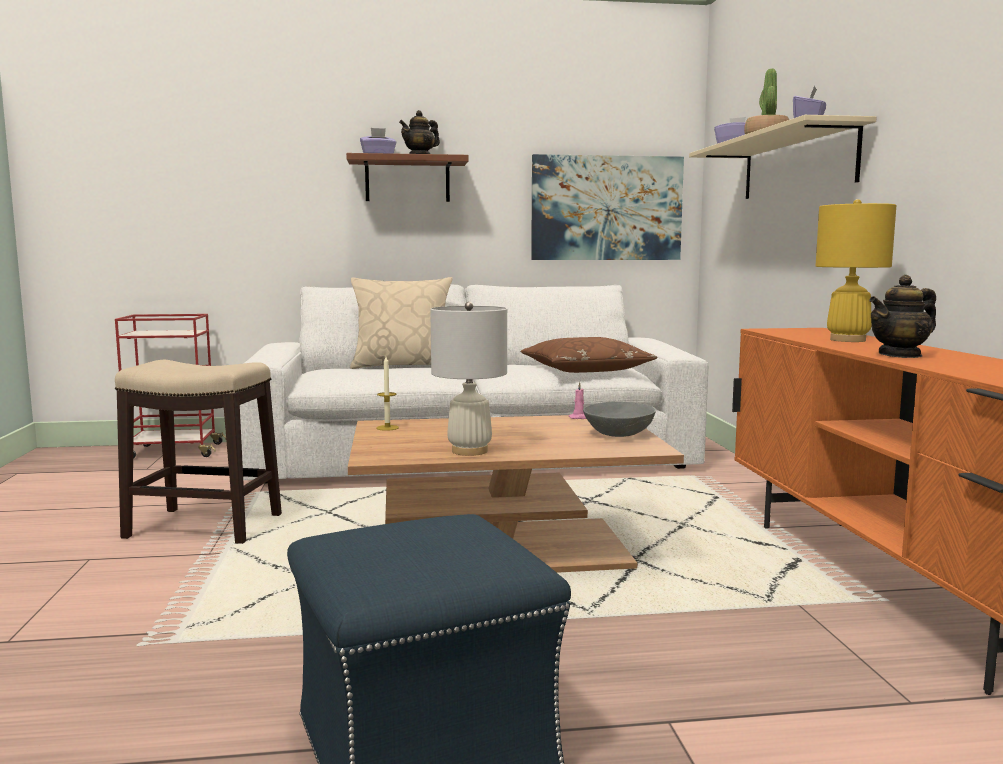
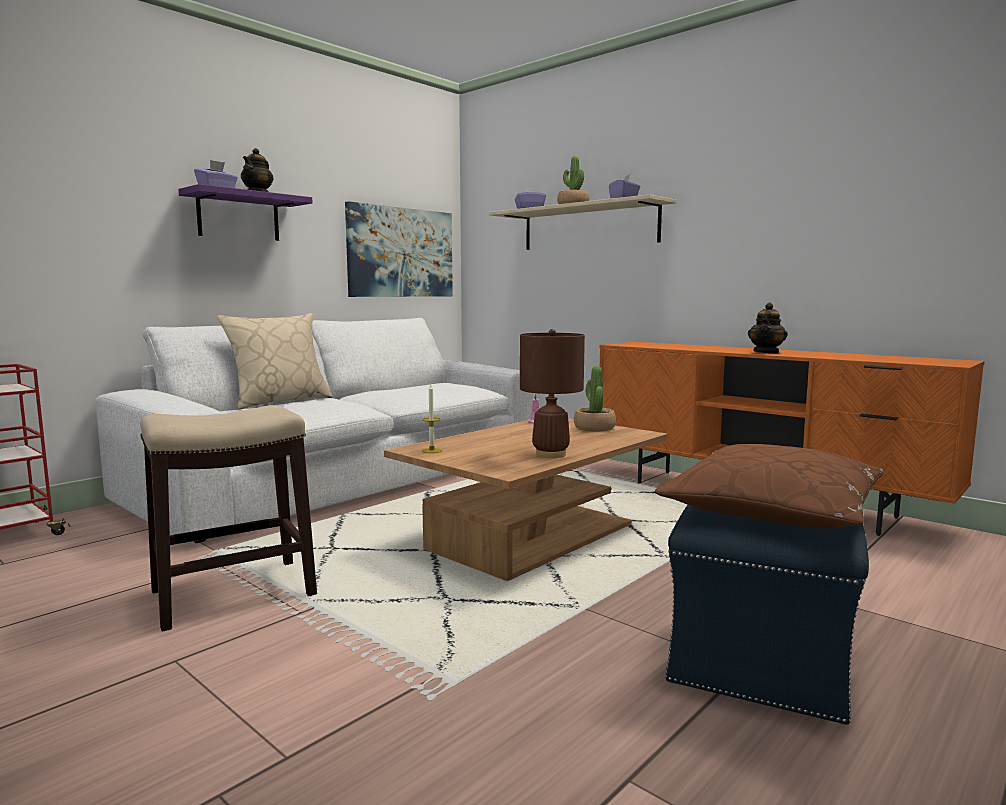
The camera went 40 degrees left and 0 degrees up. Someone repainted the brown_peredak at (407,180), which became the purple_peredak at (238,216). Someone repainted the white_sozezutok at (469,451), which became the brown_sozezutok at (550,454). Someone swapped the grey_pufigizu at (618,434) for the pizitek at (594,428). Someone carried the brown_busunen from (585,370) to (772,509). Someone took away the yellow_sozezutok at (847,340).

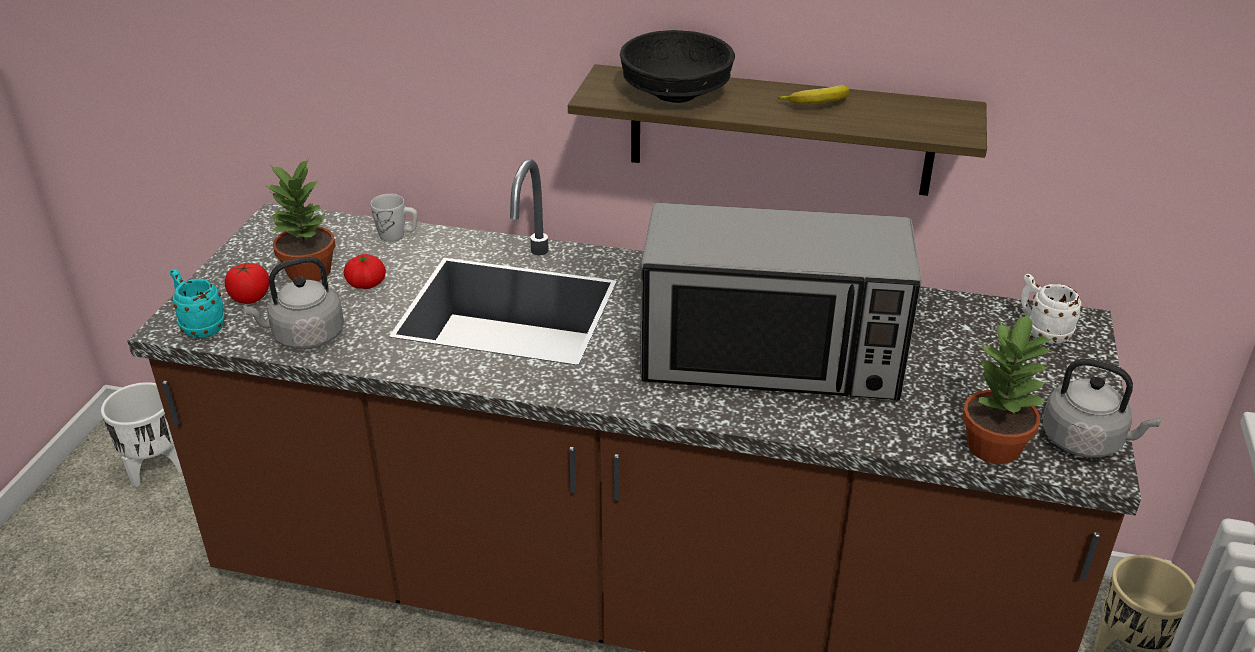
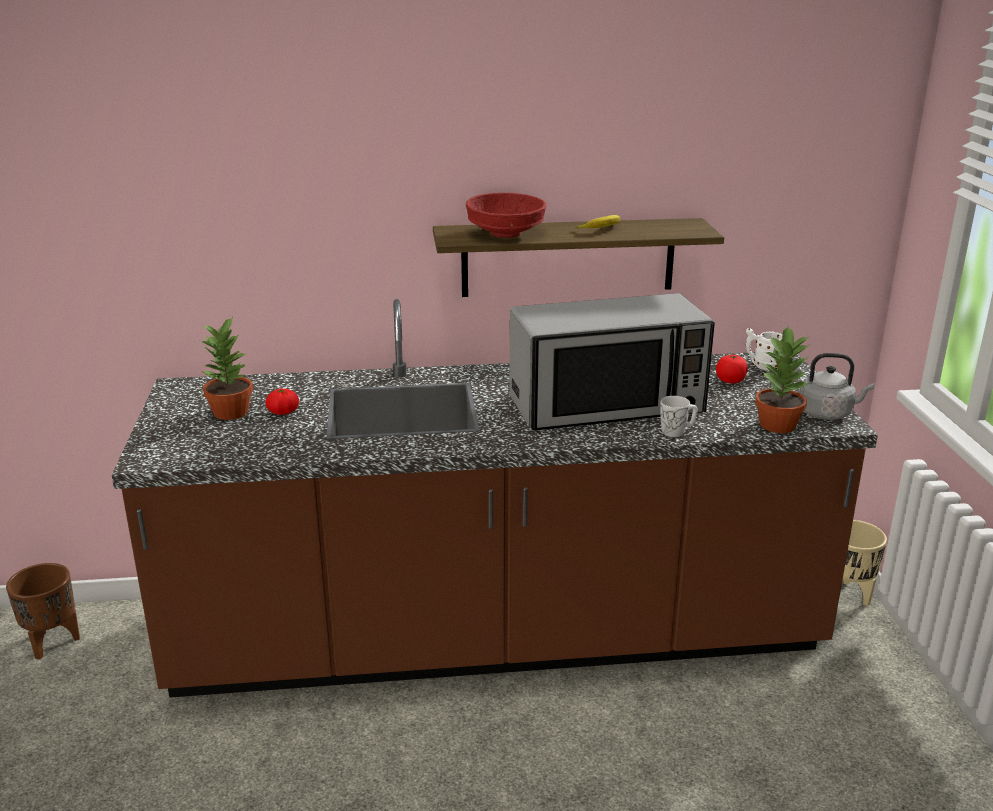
The camera went 20 degrees left and 10 degrees down. Someone repainted the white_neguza at (157,468), which became the brown_neguza at (52,642). Someone repainted the black_pufigizu at (674,93), which became the red_pufigizu at (504,233). Someone carried the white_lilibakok from (397,236) to (677,432). Someone carried the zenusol from (250,298) to (730,380). Someone took away the turquoise_lilibakok at (200,326). Someone took away the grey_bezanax at (305,337).

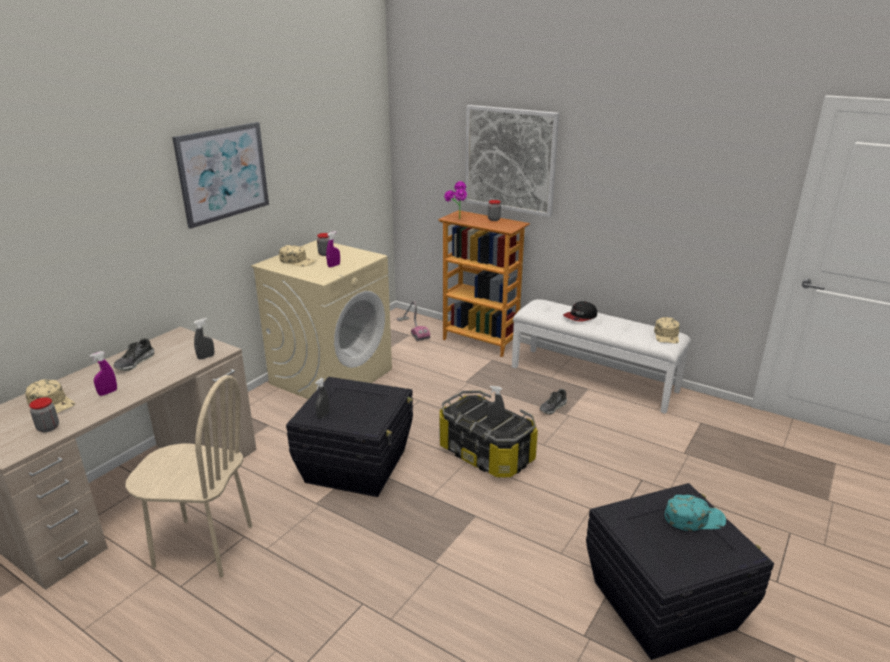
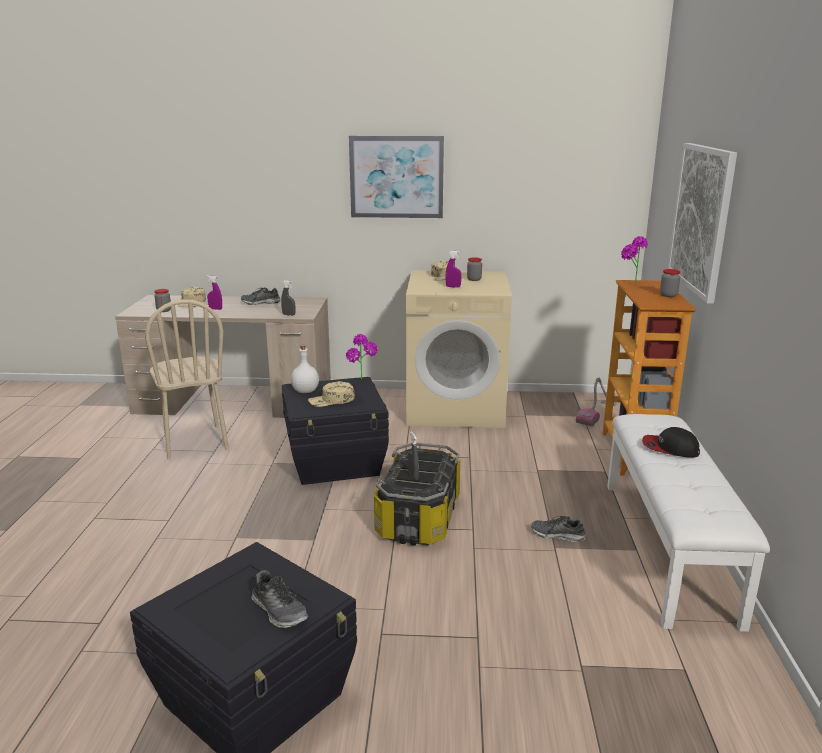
The camera went 60 degrees right and 5 degrees down. Someone swapped the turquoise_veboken at (694,518) for the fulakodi at (279,610). Someone swapped the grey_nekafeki at (323,415) for the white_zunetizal at (305,391). Someone carried the beige_veboken from (667,335) to (331,400). Someone put down the pizitek at (363,381).

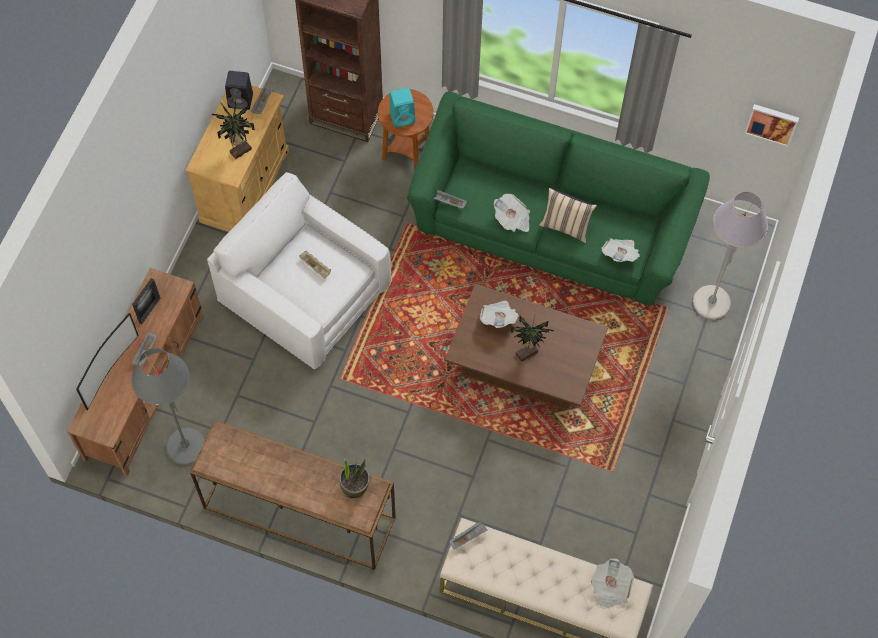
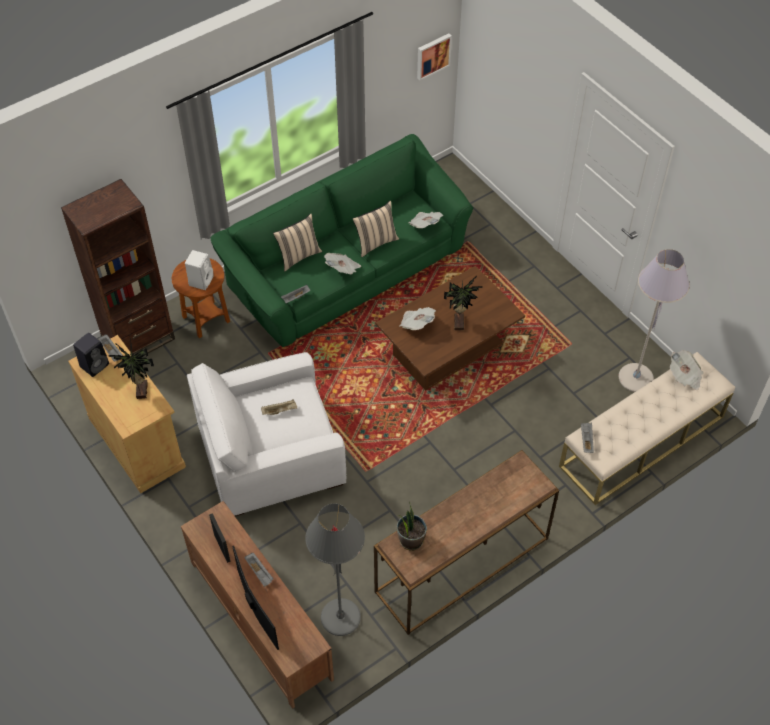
The camera went 55 degrees left and 10 degrees down. Someone repainted the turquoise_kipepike at (403,117), which became the white_kipepike at (201,280). Someone put down the beige_busunen at (298,256). Someone carried the pizitek from (355,487) to (411,540). Someone carried the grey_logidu from (711,302) to (635,378).

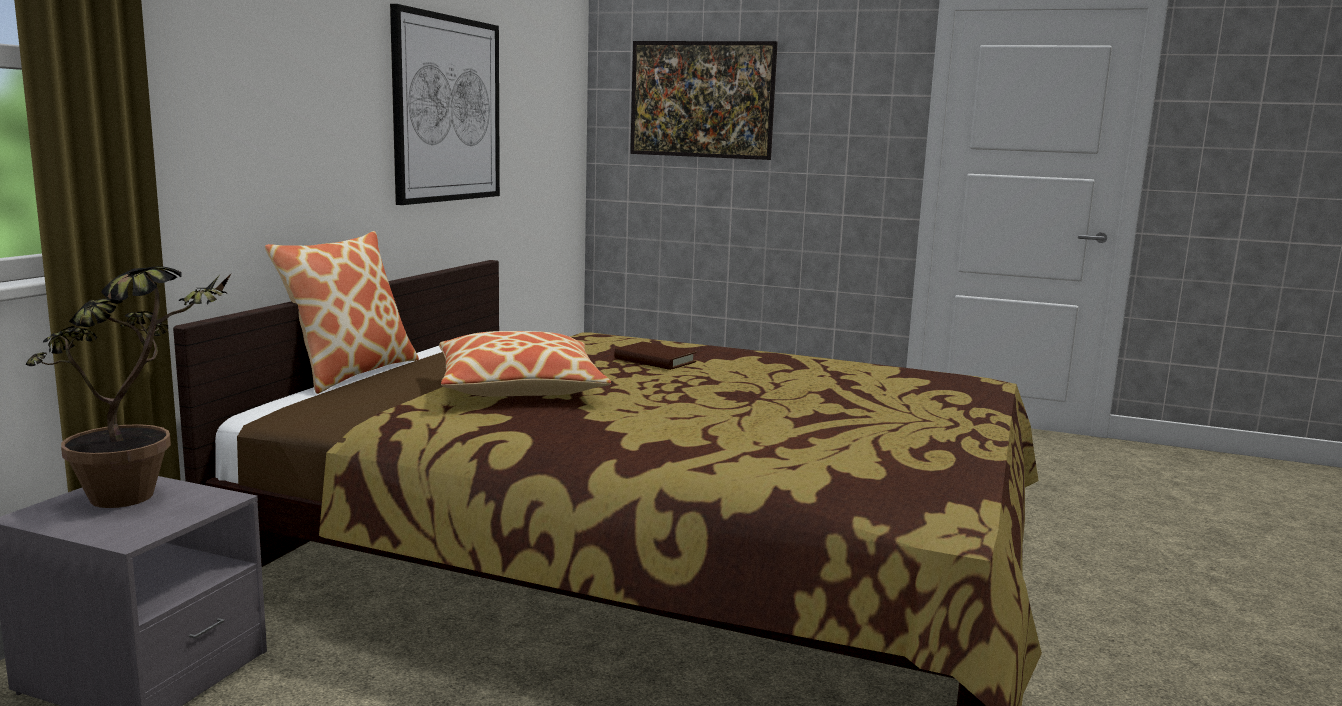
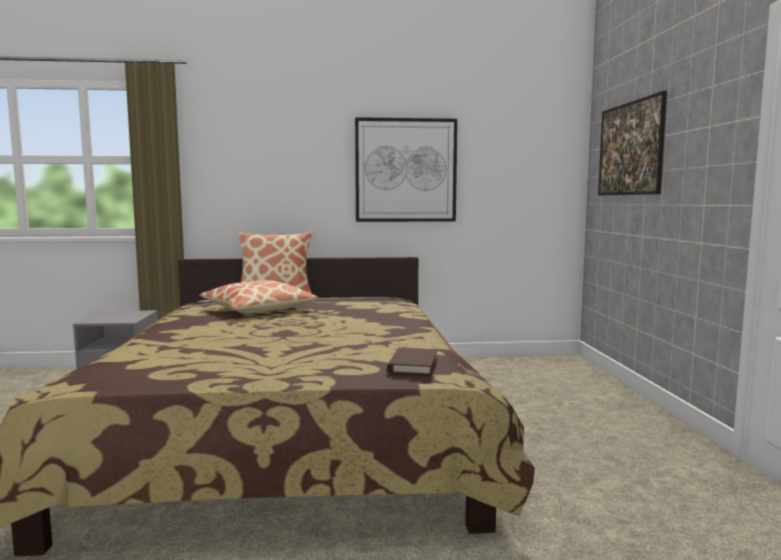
The camera went 65 degrees right and 5 degrees down. Someone carried the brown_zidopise from (655,360) to (413,365). Someone took away the pizitek at (143,498).

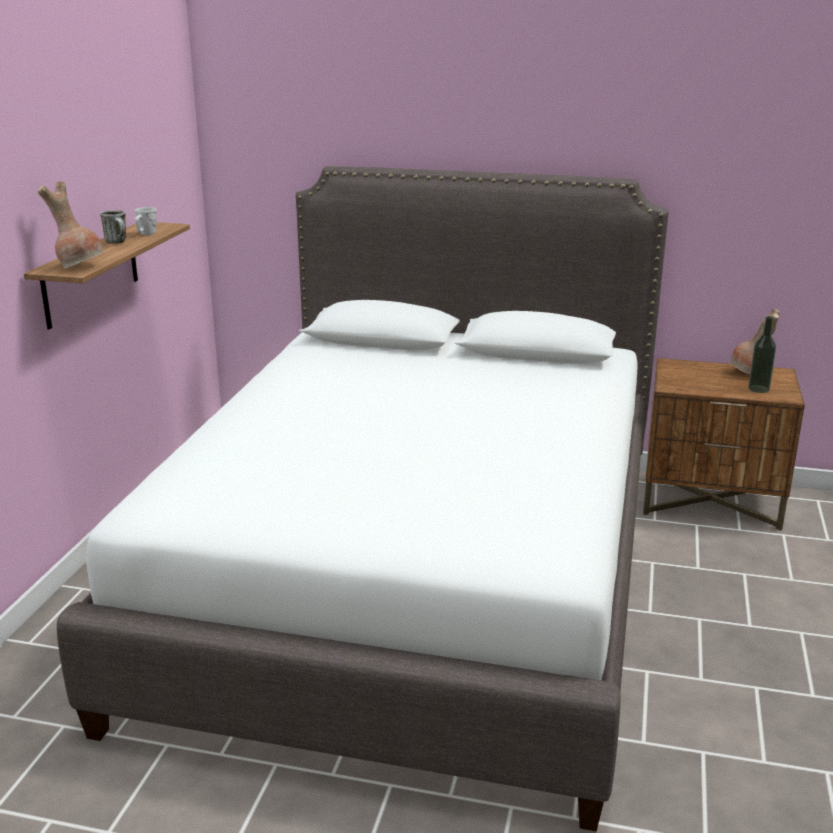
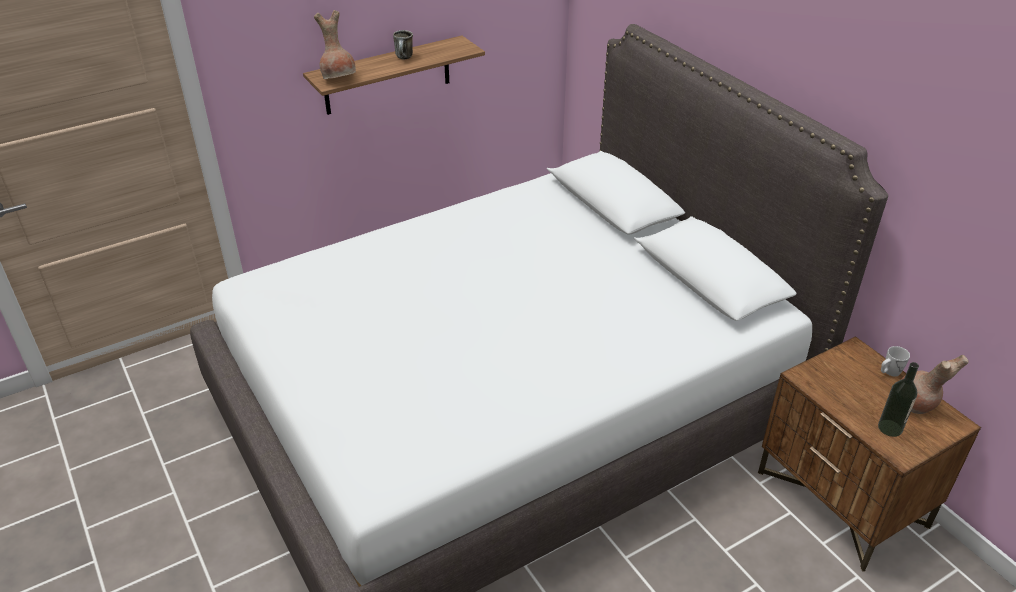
The camera went 45 degrees right and 15 degrees up. Someone carried the white_lilibakok from (146,234) to (889,372).

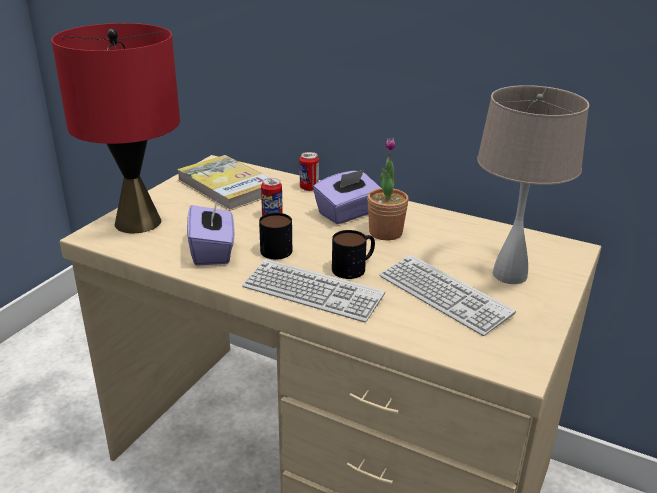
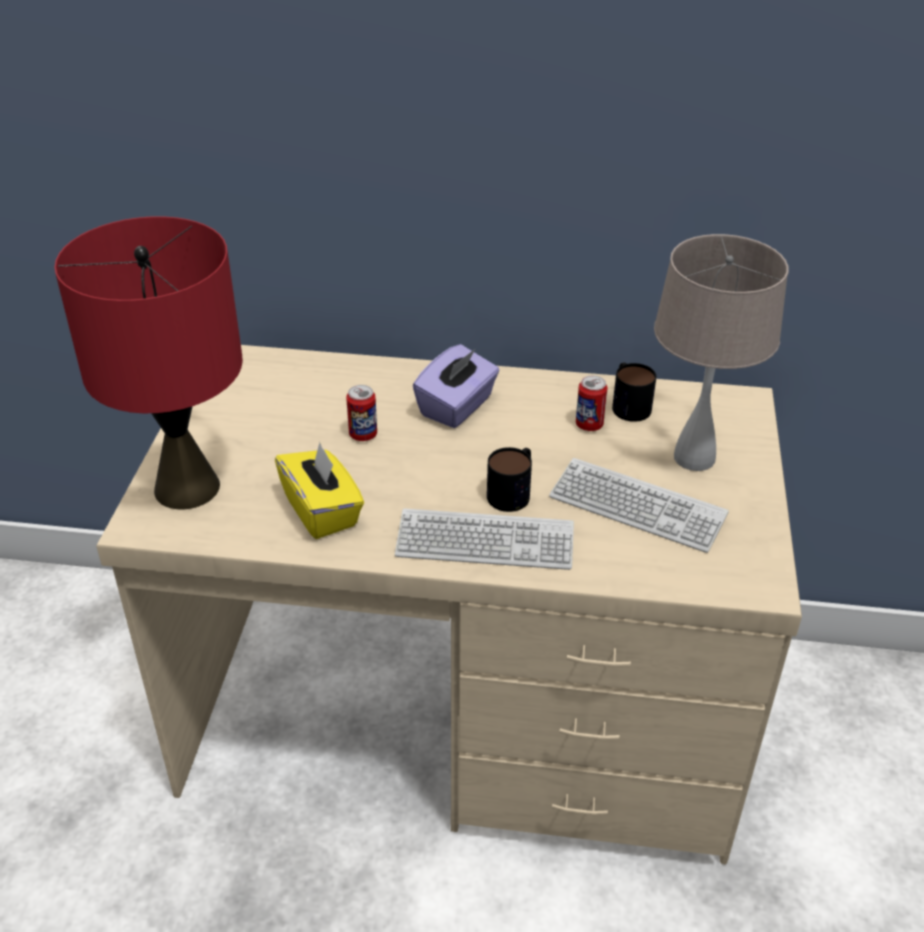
The camera went 20 degrees left and 10 degrees up. Someone repainted the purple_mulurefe at (213,251), which became the yellow_mulurefe at (322,511). Someone carried the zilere from (309,188) to (589,425). Someone carried the lilibakok from (277,247) to (628,404). Someone took away the zidopise at (227,186). Someone took away the pizitek at (385,232).

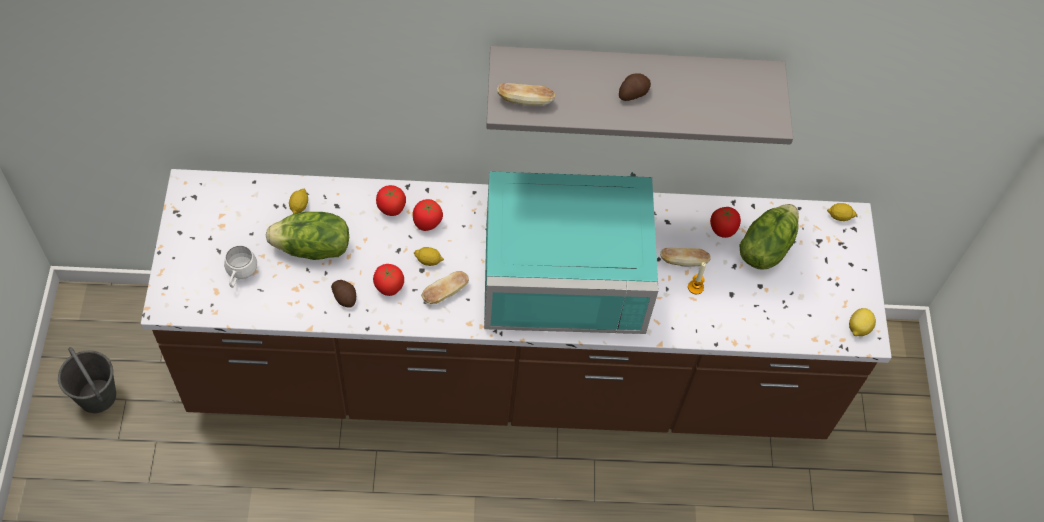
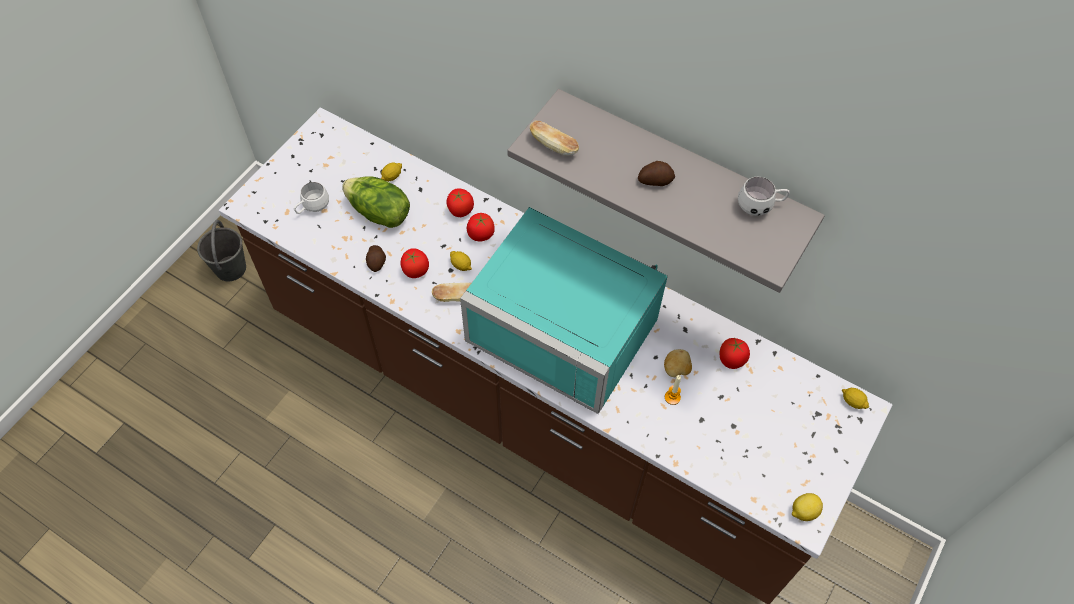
The camera went 35 degrees right and 0 degrees up. Someone swapped the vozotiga at (683,261) for the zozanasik at (676,369). Someone put down the white_lilibakok at (760,206). Someone took away the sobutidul at (765,248).

